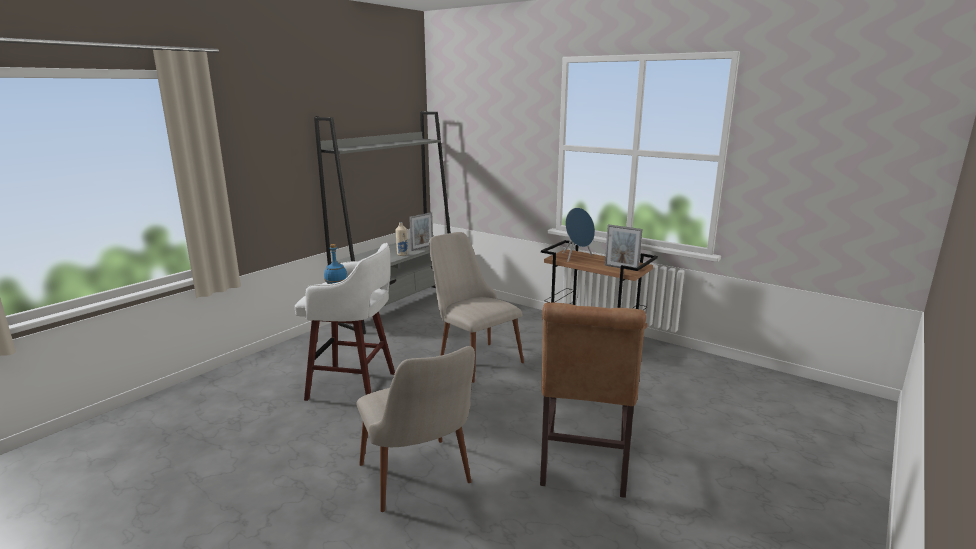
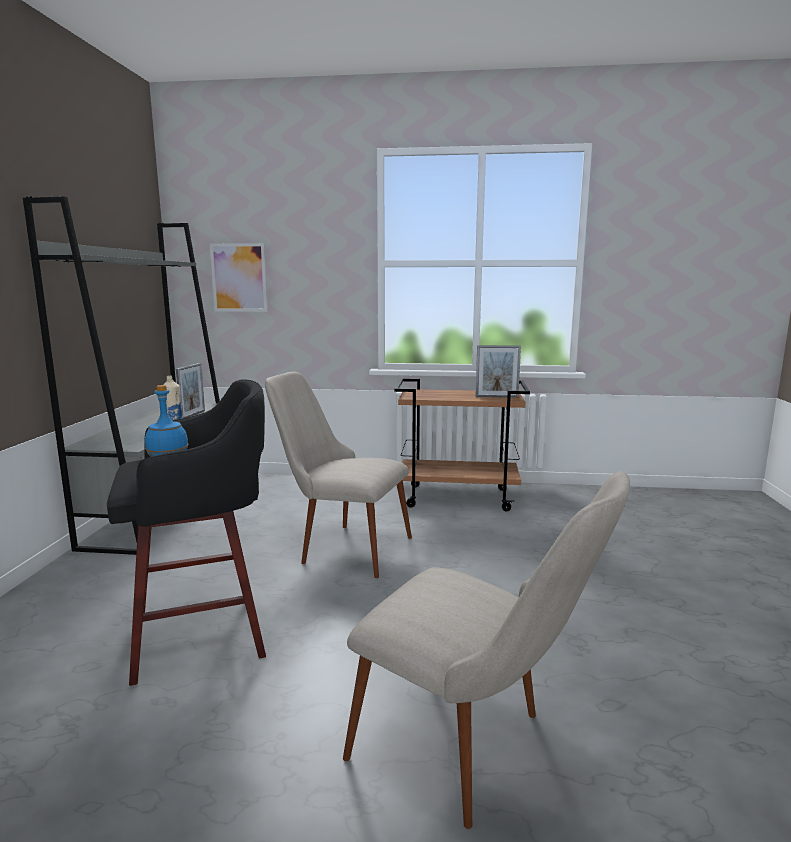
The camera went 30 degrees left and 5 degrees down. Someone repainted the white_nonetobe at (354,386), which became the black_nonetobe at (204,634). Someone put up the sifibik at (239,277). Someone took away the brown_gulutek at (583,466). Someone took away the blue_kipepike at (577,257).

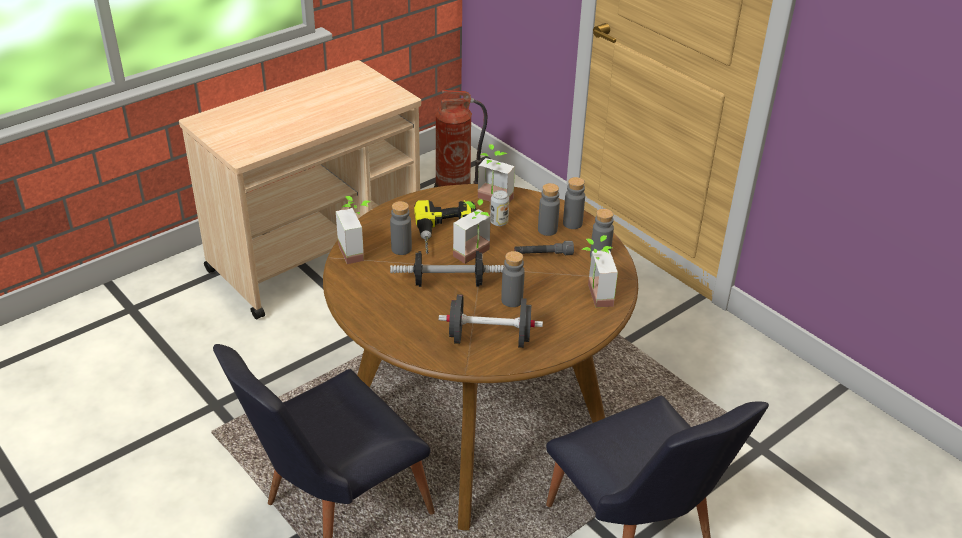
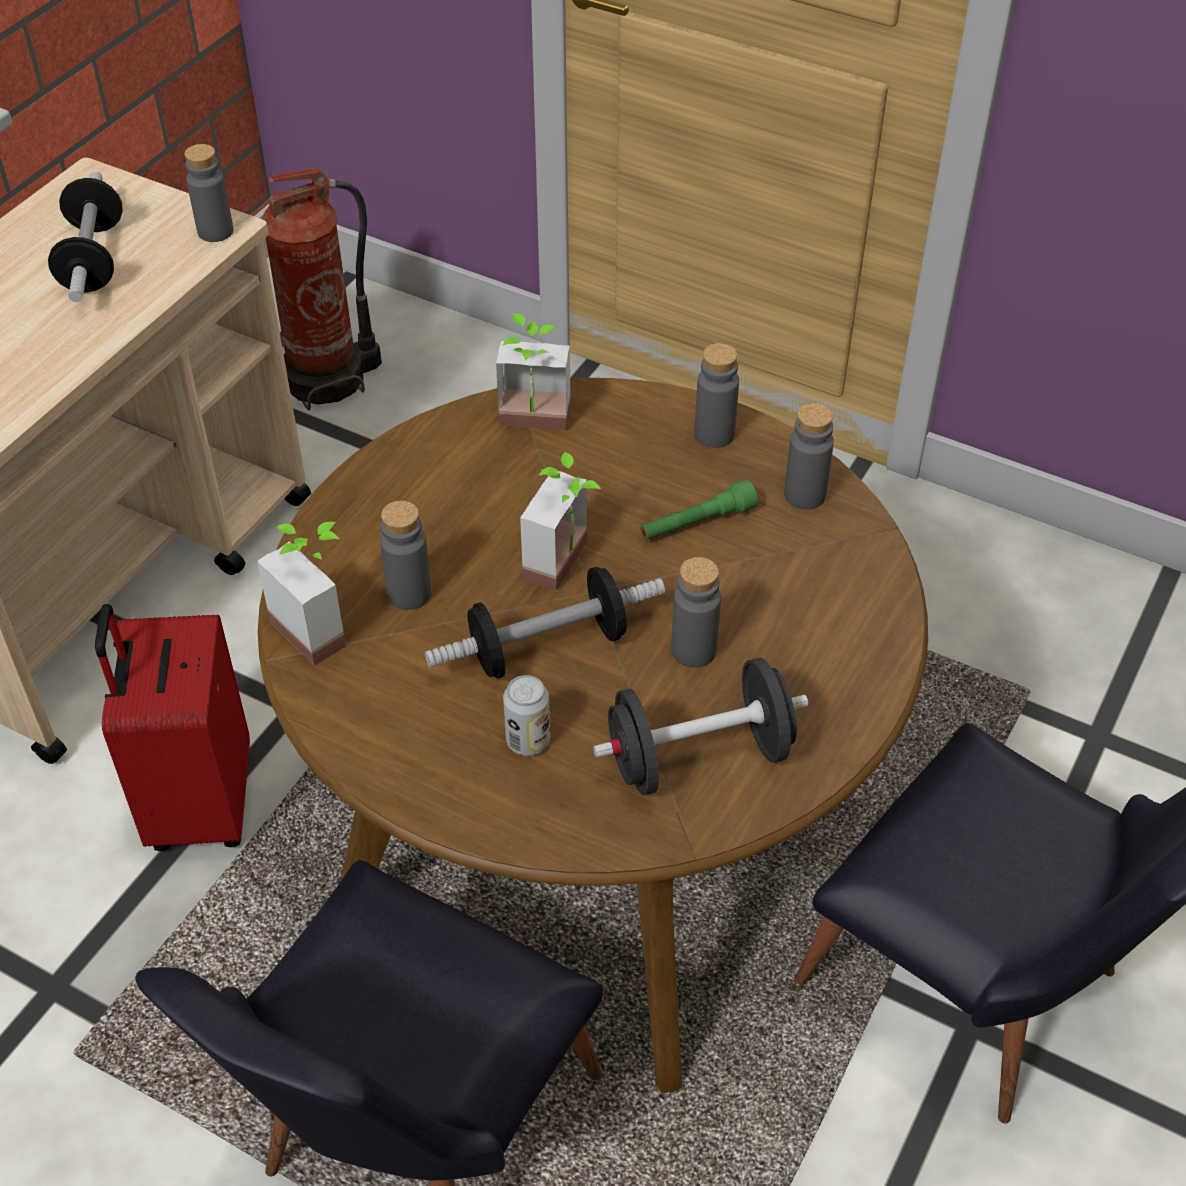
The camera went 20 degrees left and 10 degrees up. Someone put down the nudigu at (93,259). Someone put down the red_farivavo at (198,804). Someone carried the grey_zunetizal from (547,230) to (215,231). Someone carried the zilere from (499,222) to (528,741). Someone repainted the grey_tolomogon at (543,255), which became the green_tolomogon at (697,523). Someone took away the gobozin at (446,233). Someone took away the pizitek at (593,296).

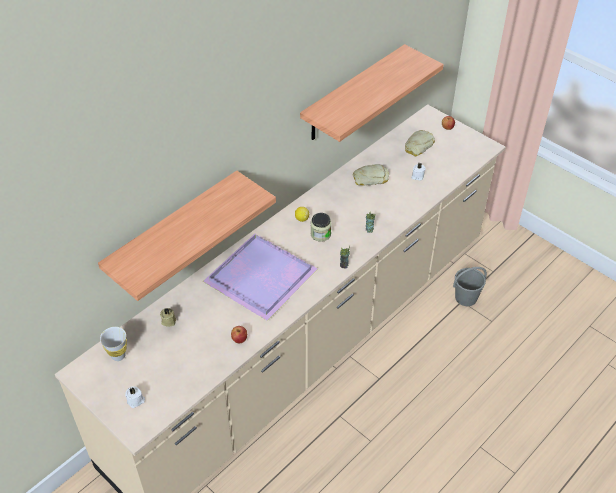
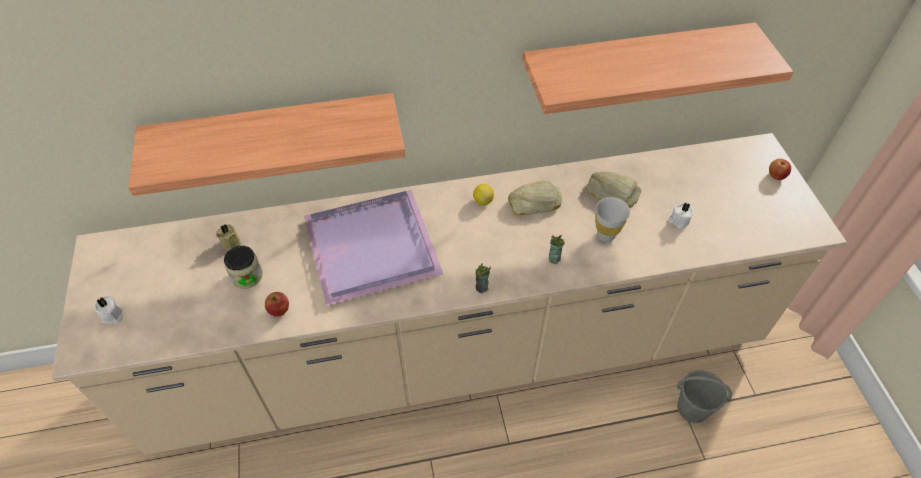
The camera went 35 degrees right and 5 degrees up. Someone carried the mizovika from (320,234) to (247,276). Someone carried the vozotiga from (418,146) to (533,202). Someone carried the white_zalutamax from (118,355) to (605,235).

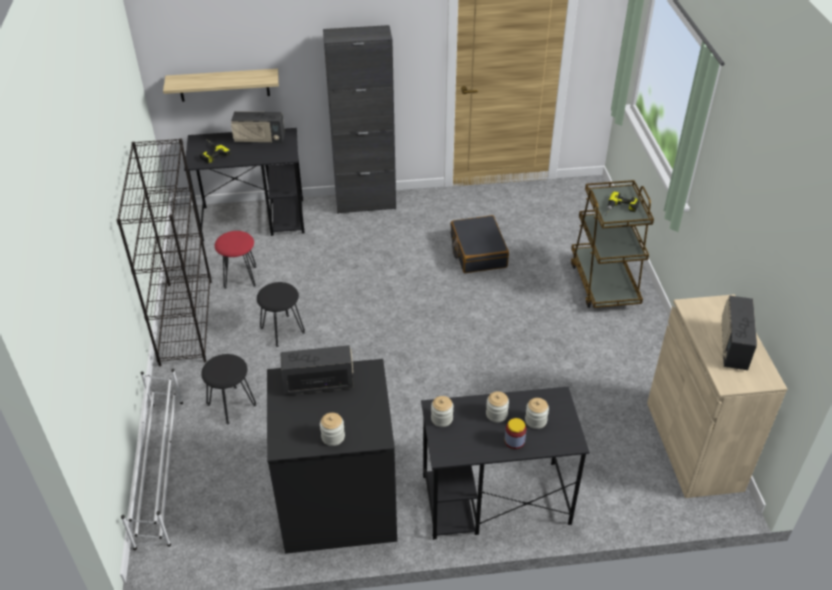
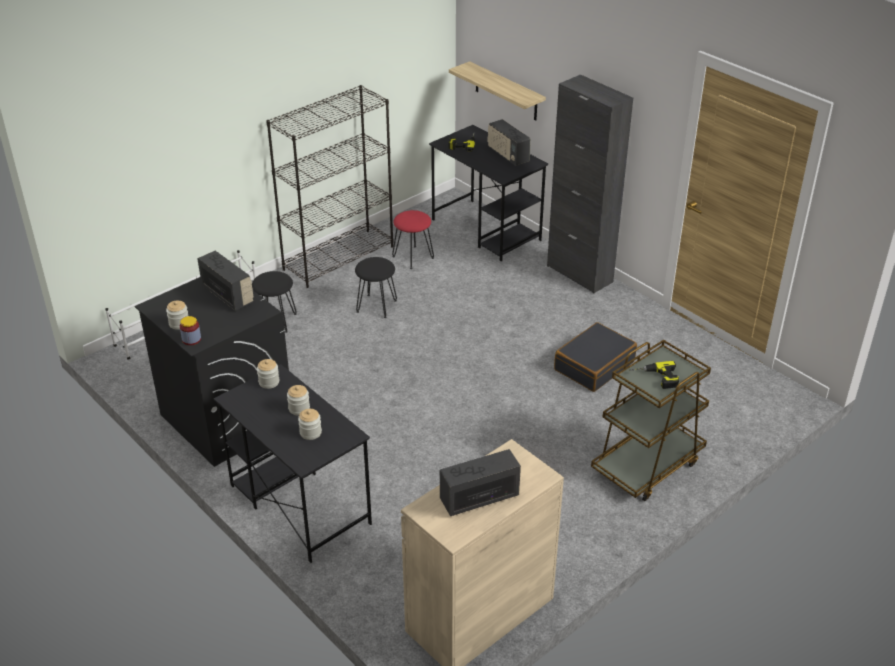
The camera went 55 degrees right and 5 degrees down. Someone carried the mizovika from (514,441) to (191,339).

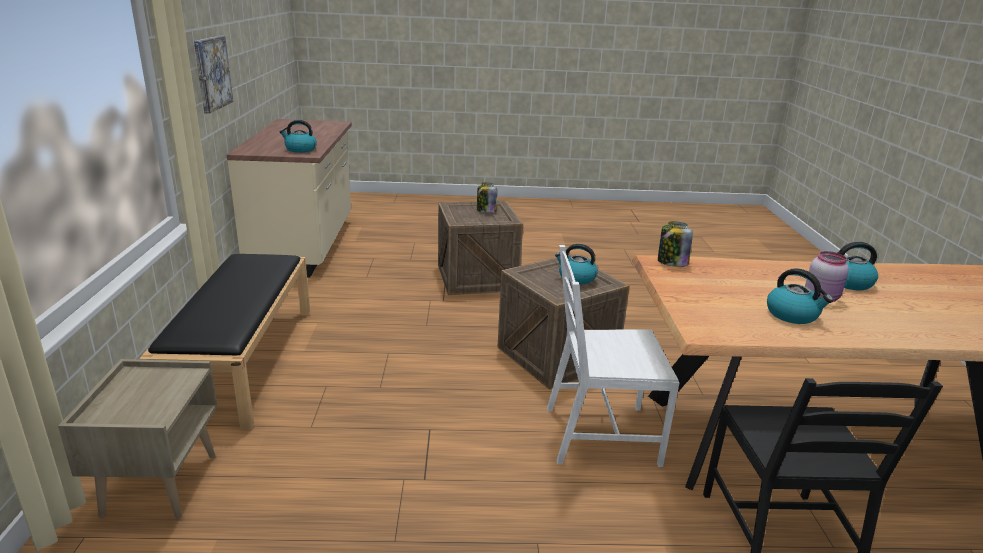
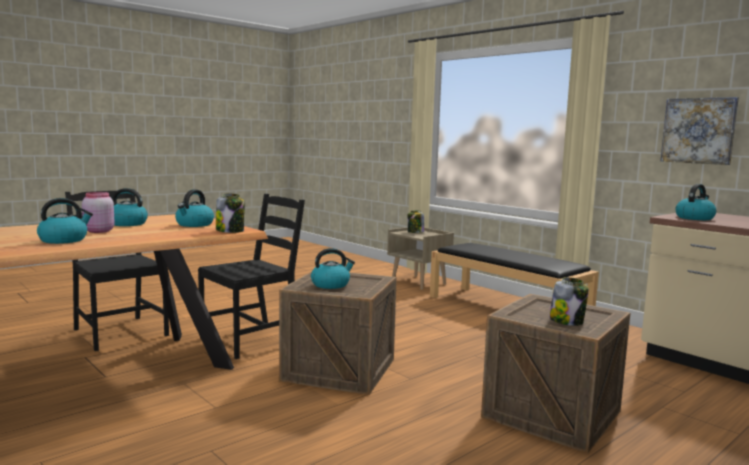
The camera went 140 degrees right and 15 degrees down. Someone put down the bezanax at (194,224). Someone repainted the white_gulutek at (600,435), which became the black_gulutek at (252,339). Someone put down the mizovika at (415,232).

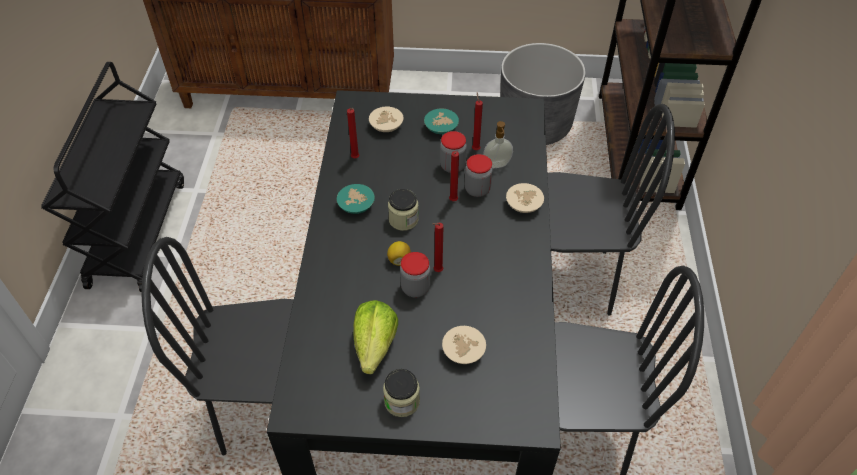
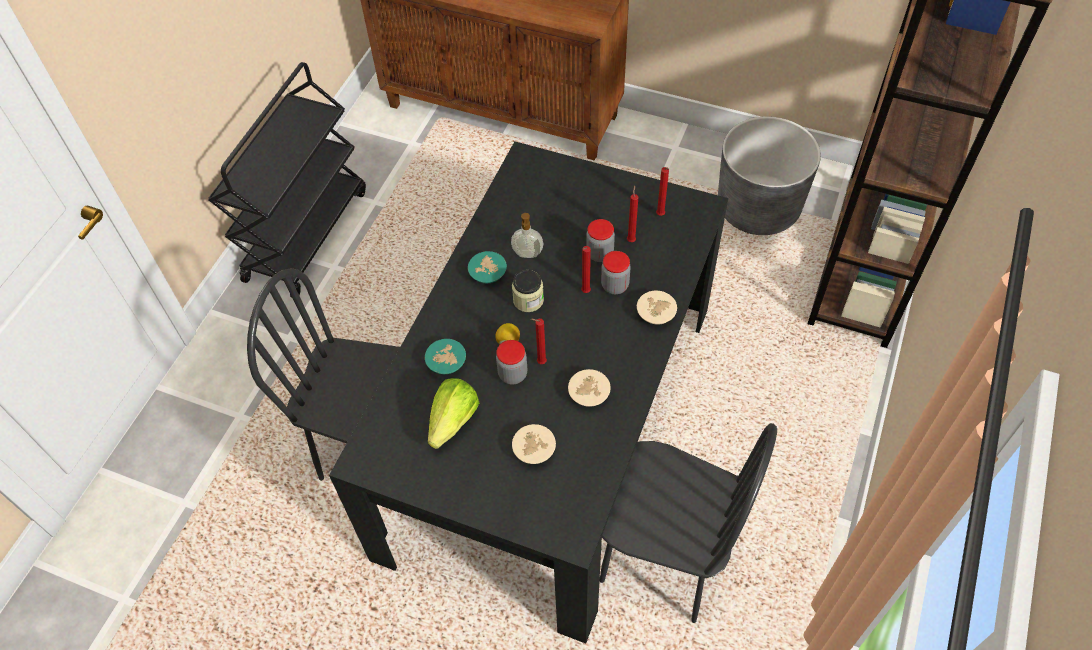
The camera went 20 degrees right and 5 degrees up. Someone carried the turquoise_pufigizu from (442,128) to (447,363). Someone carried the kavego from (497,165) to (527,254). Someone carried the beige_pufigizu from (385,126) to (587,394). Someone carried the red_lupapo from (356,158) to (660,216). Someone took away the mizovika at (402,401). Someone took away the black_gulutek at (567,280).

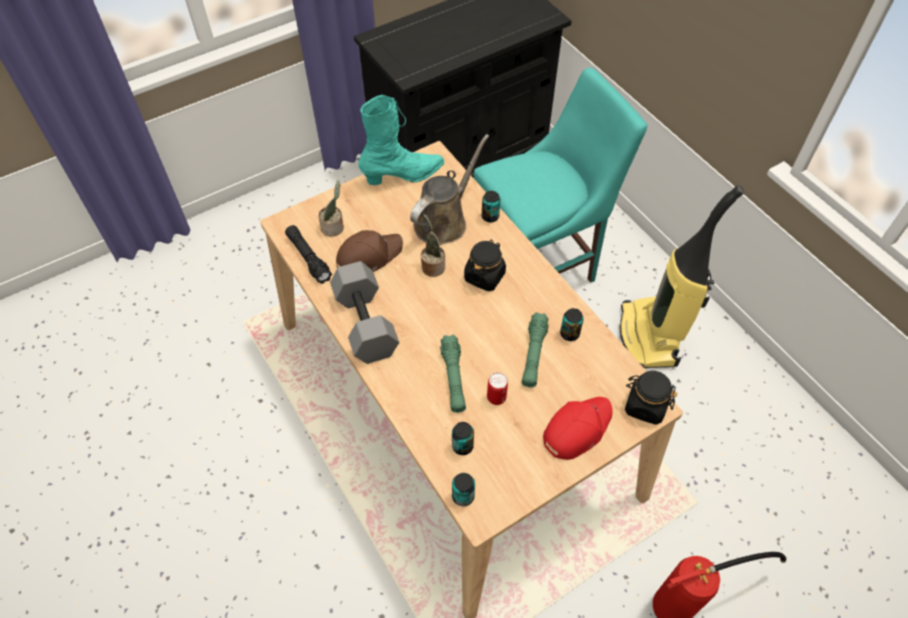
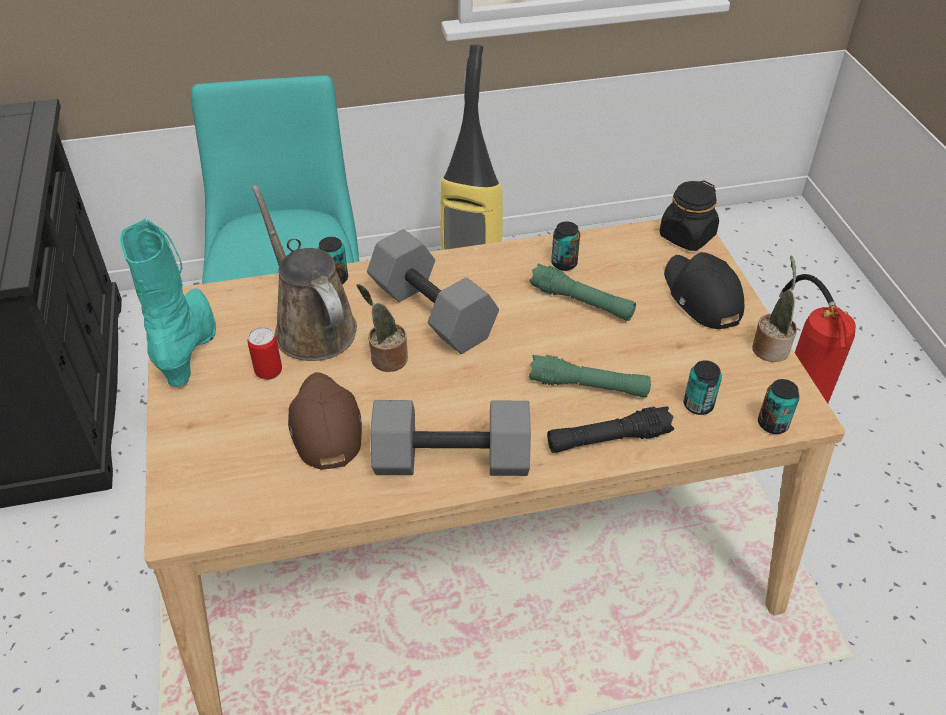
The camera went 70 degrees left and 10 degrees down. Someone carried the zilere from (496,397) to (268,371). Someone swapped the black_mizovika at (484,276) for the grey_nudigu at (435,312). Someone carried the black_tolomogon from (308,258) to (608,439). Someone repainted the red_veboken at (576,428), which became the black_veboken at (701,297). Someone carried the pizitek from (334,227) to (770,347).

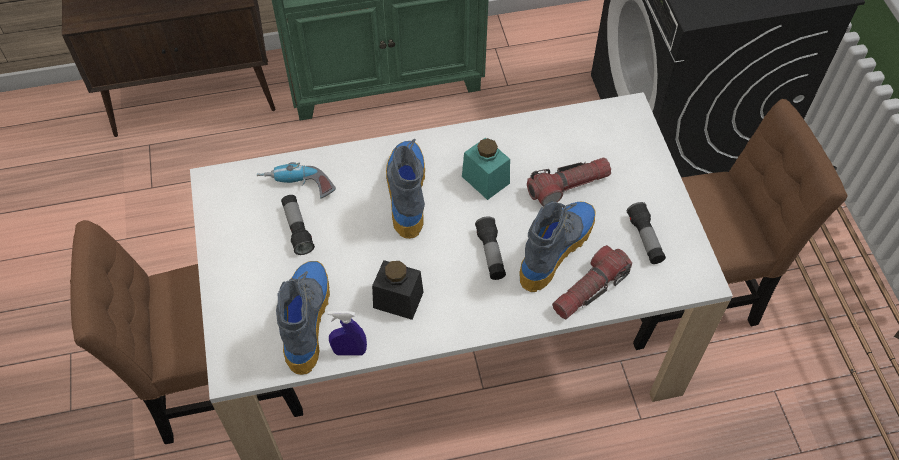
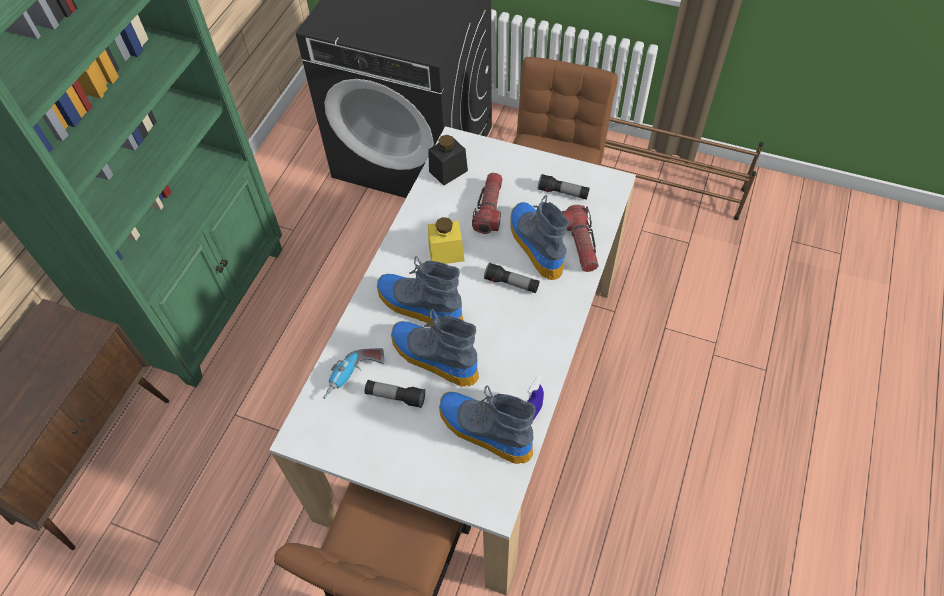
The camera went 55 degrees left and 0 degrees up. Someone put down the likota at (433,357). Someone carried the black_mizovika from (398,300) to (448,171). Someone repainted the turquoise_mizovika at (485,180), which became the yellow_mizovika at (446,253).

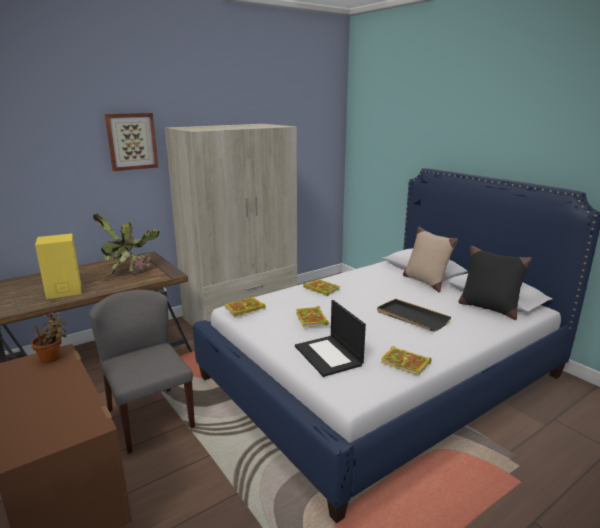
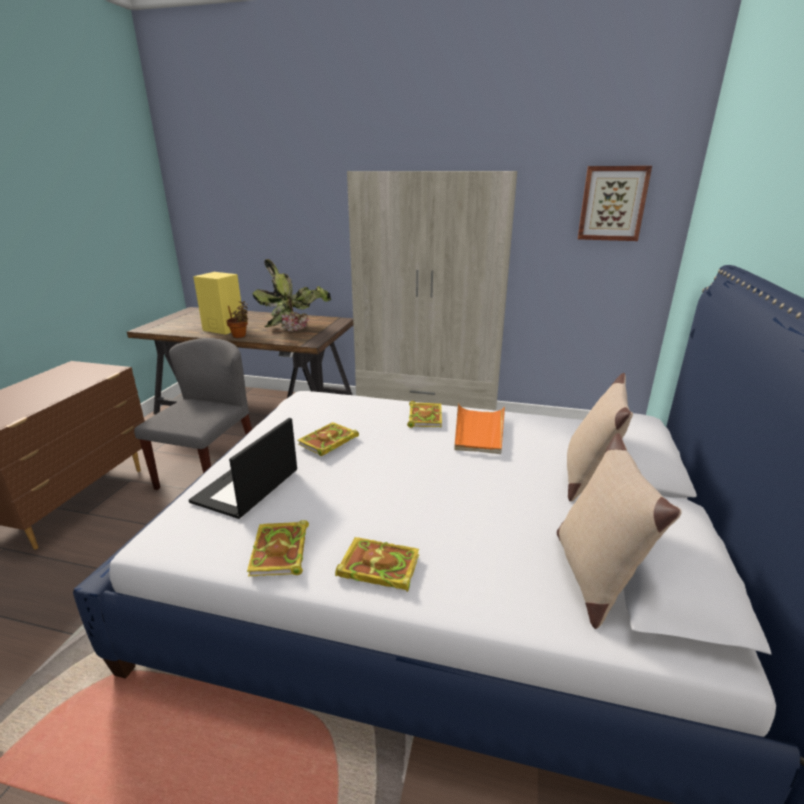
The camera went 50 degrees right and 5 degrees up. Someone carried the pizitek from (52,358) to (240,336). Someone carried the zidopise from (244,309) to (377,567). Someone put down the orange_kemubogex at (479,431). Someone repainted the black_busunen at (488,308), which became the beige_busunen at (594,574). Someone carried the sifibik from (131,141) to (612,203). Someone took away the black_kemubogex at (412,317).

